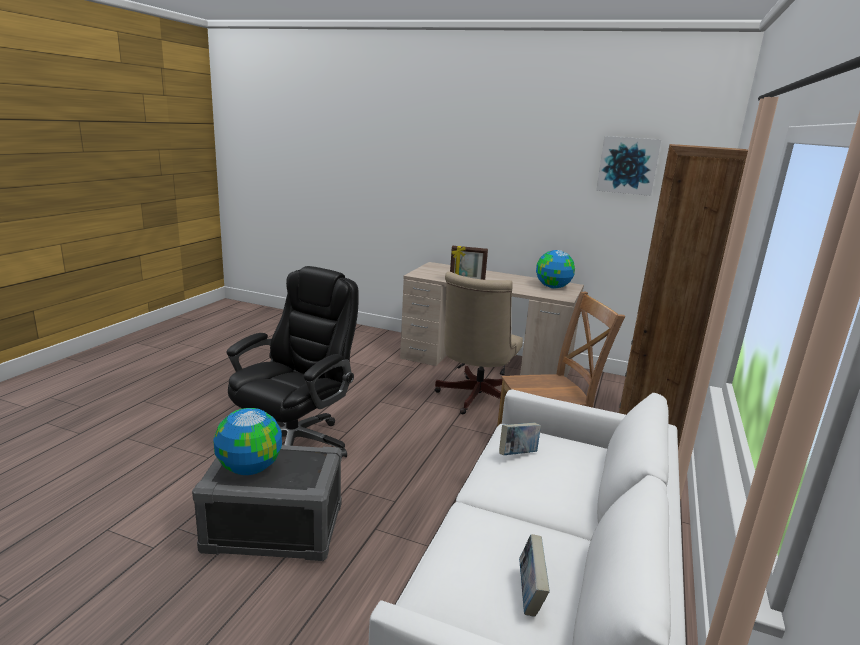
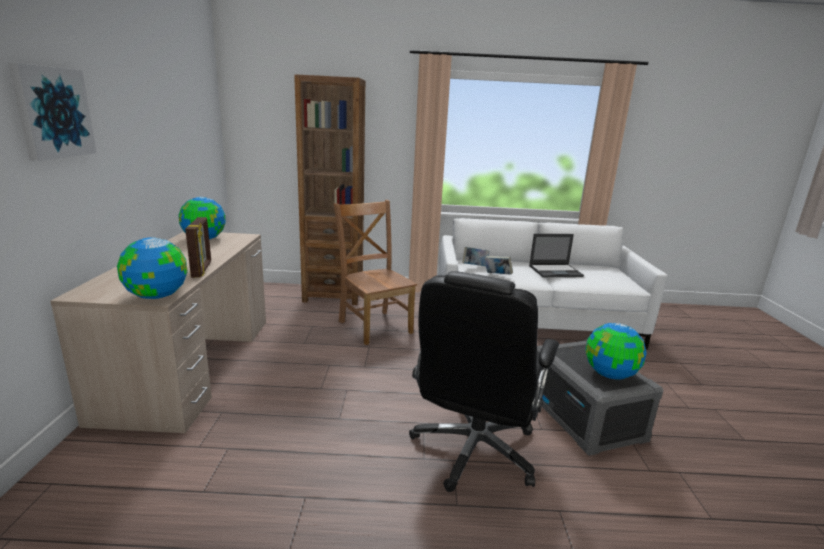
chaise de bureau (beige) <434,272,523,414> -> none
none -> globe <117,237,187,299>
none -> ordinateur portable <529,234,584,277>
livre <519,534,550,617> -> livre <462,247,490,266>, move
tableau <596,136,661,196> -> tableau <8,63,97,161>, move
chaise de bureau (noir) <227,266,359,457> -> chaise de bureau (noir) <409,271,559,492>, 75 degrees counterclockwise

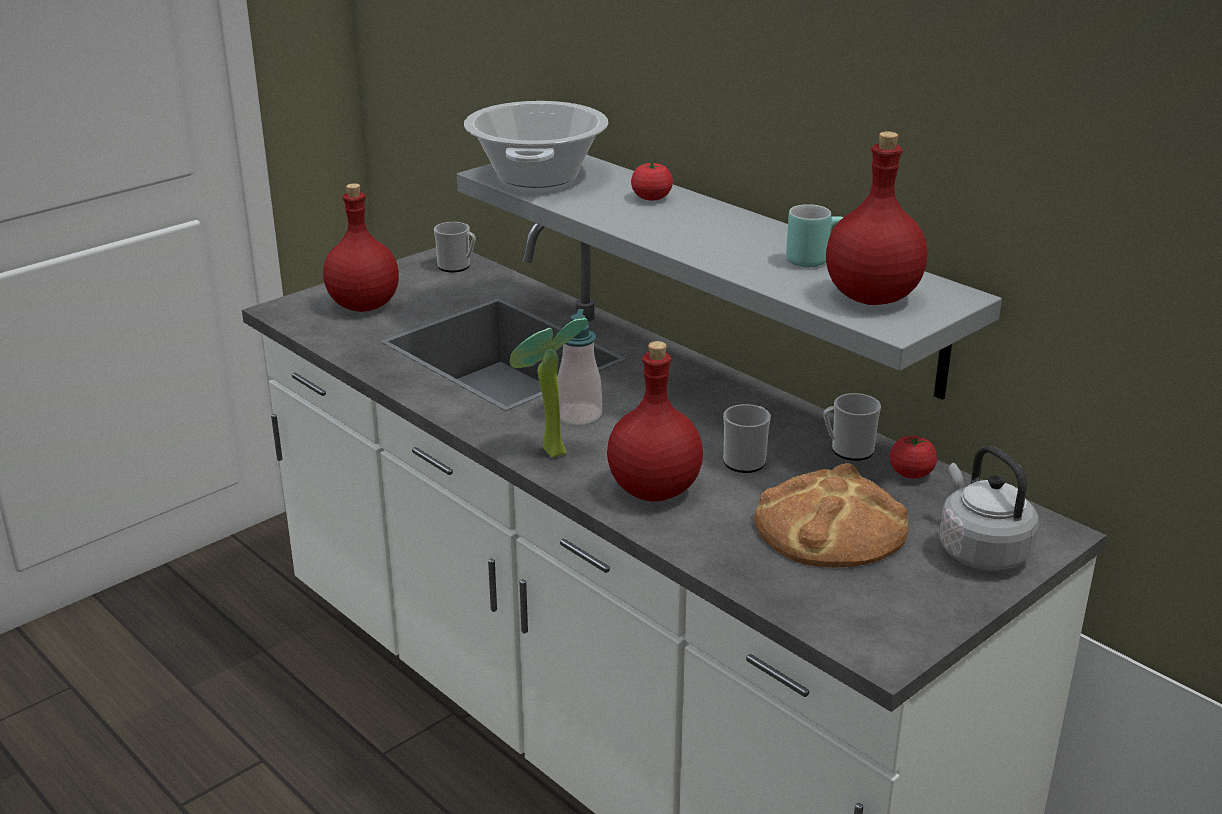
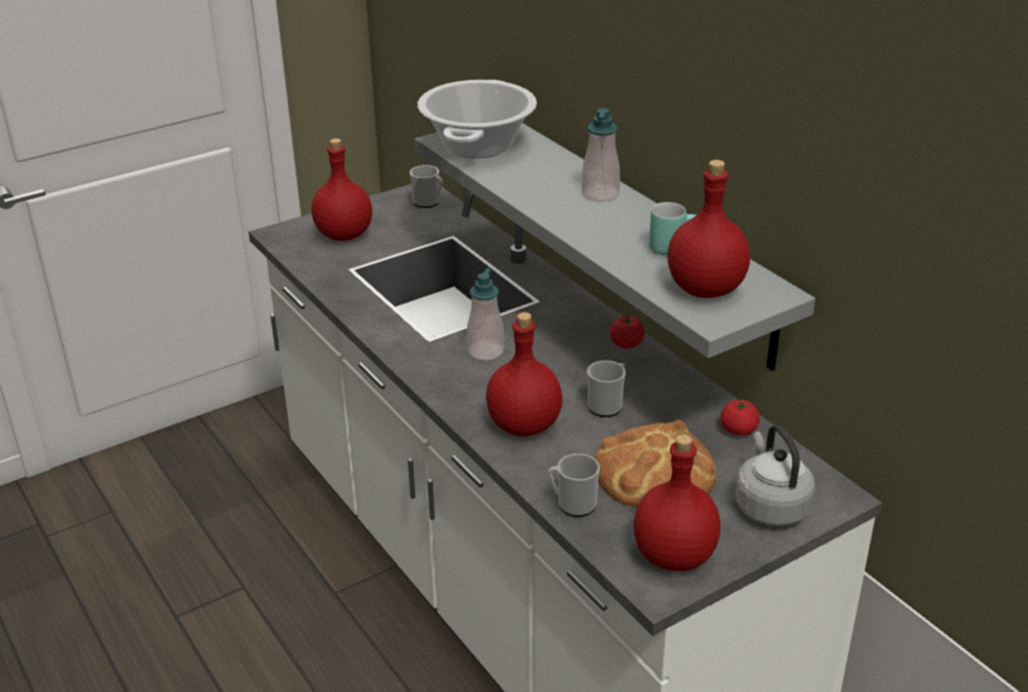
plante en pot <510,318,588,458> -> none
none -> distributeur de savon <581,108,620,202>
none -> bouteille (rouge) <634,434,721,571>
tomate <631,161,673,201> -> tomate <610,316,645,349>, move
mug <823,393,881,461> -> mug <547,454,600,517>, move

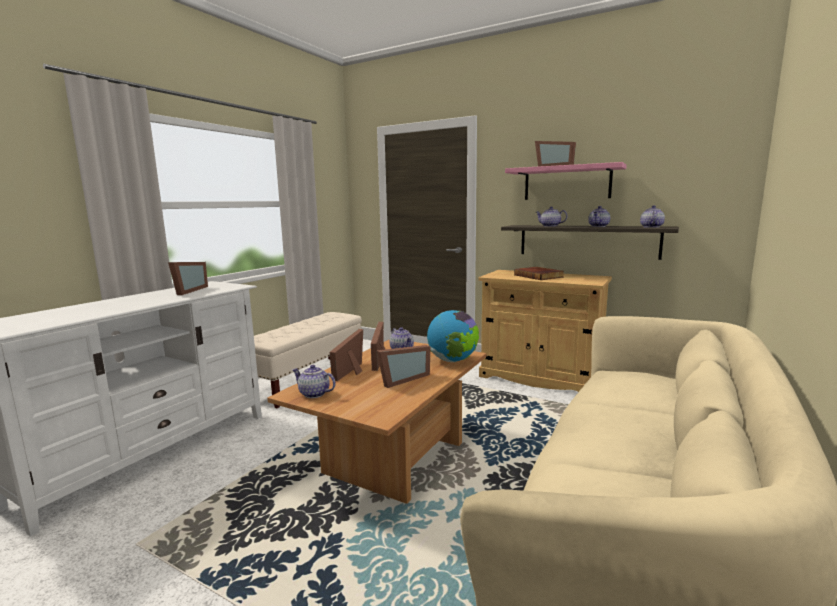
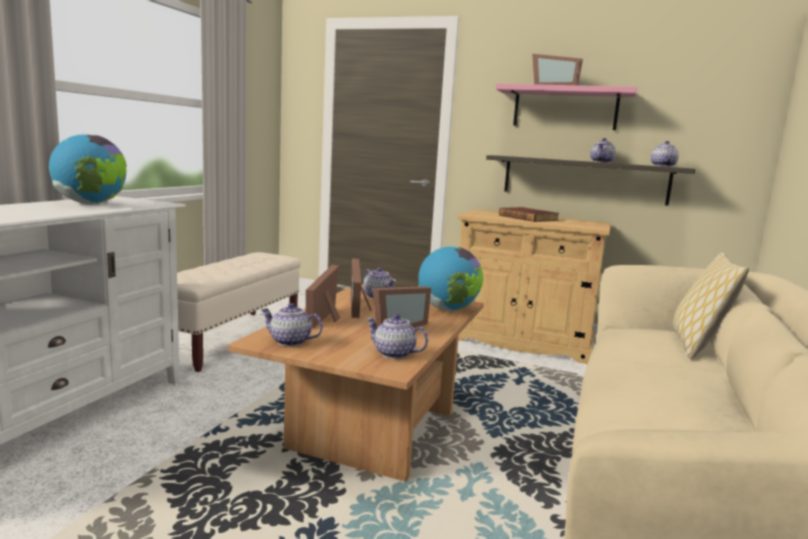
none -> coussin <673,252,749,359>
théière <536,207,568,227> -> théière <366,314,428,359>, move
cadre photo <168,262,208,295> -> globe <49,134,127,205>

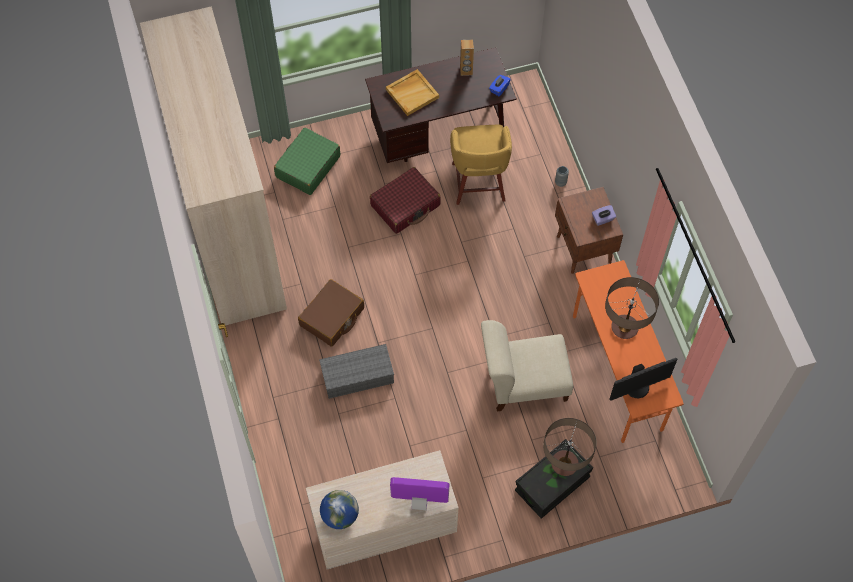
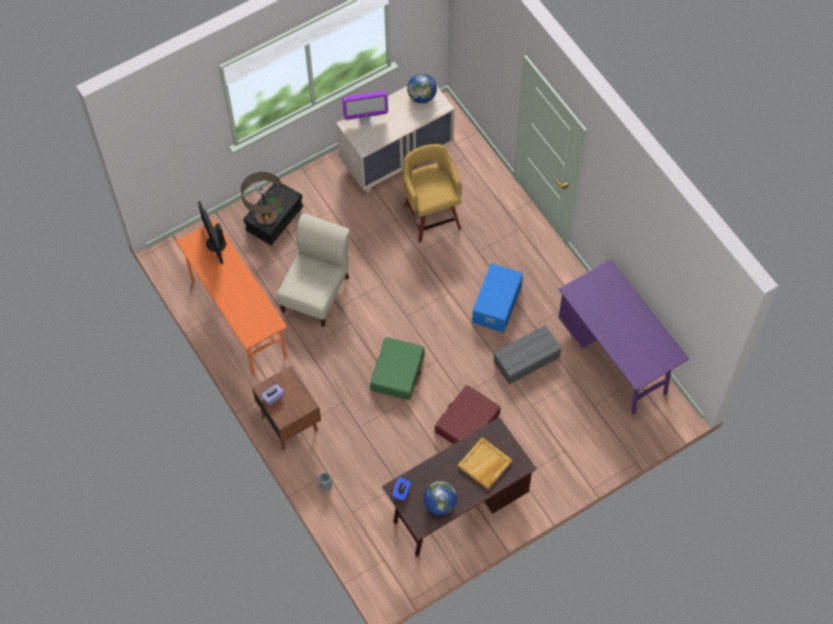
lampe de table <605,277,659,339> -> none
valise (vert) <274,128,340,195> -> valise (vert) <370,337,425,400>, move
boîte de rangement (gris) <319,344,394,399> -> boîte de rangement (gris) <494,325,562,384>, move
tabouret (jaune) <450,125,512,205> -> tabouret (jaune) <403,144,462,243>, move
armoire <140,6,287,325> -> bureau (violet) <558,259,689,414>
valise (marron) <298,279,364,347> -> boîte de rangement (bleu) <472,263,523,333>
enceinte (marron) <460,40,474,76> -> globe <423,481,457,515>
chaise (beige) <481,320,573,412> -> chaise (beige) <276,213,350,327>, 45 degrees counterclockwise
écran d'ordinateur <609,358,677,401> -> écran d'ordinateur <198,201,227,265>, 75 degrees counterclockwise

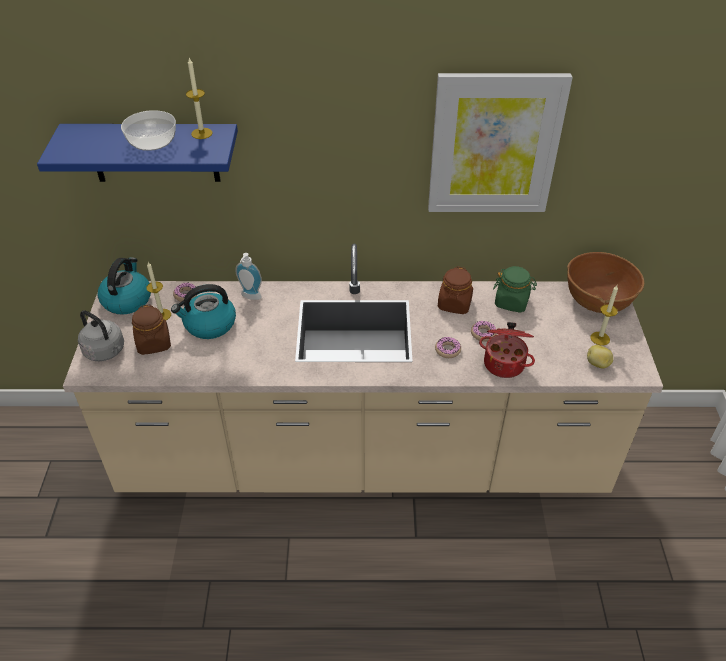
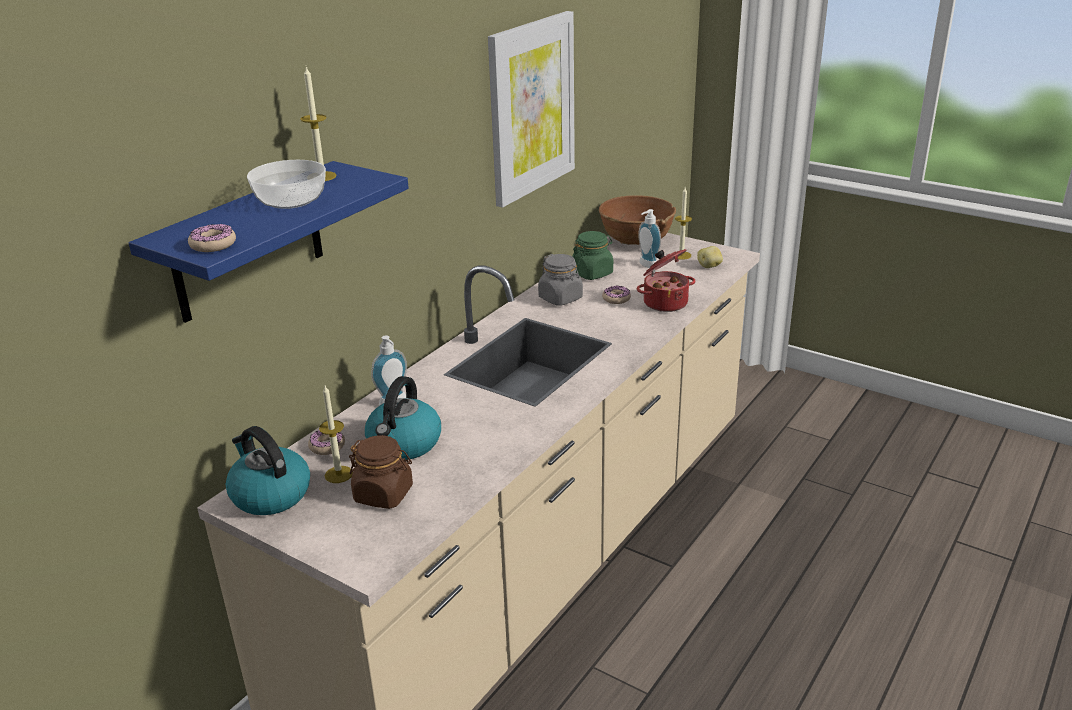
bouilloire (gris) <78,310,124,361> -> none
none -> distributeur de savon <638,209,661,268>
beignet <435,337,461,358> -> beignet <188,223,236,252>, move
bocal (marron) <438,266,473,314> -> bocal (gris) <538,254,583,306>

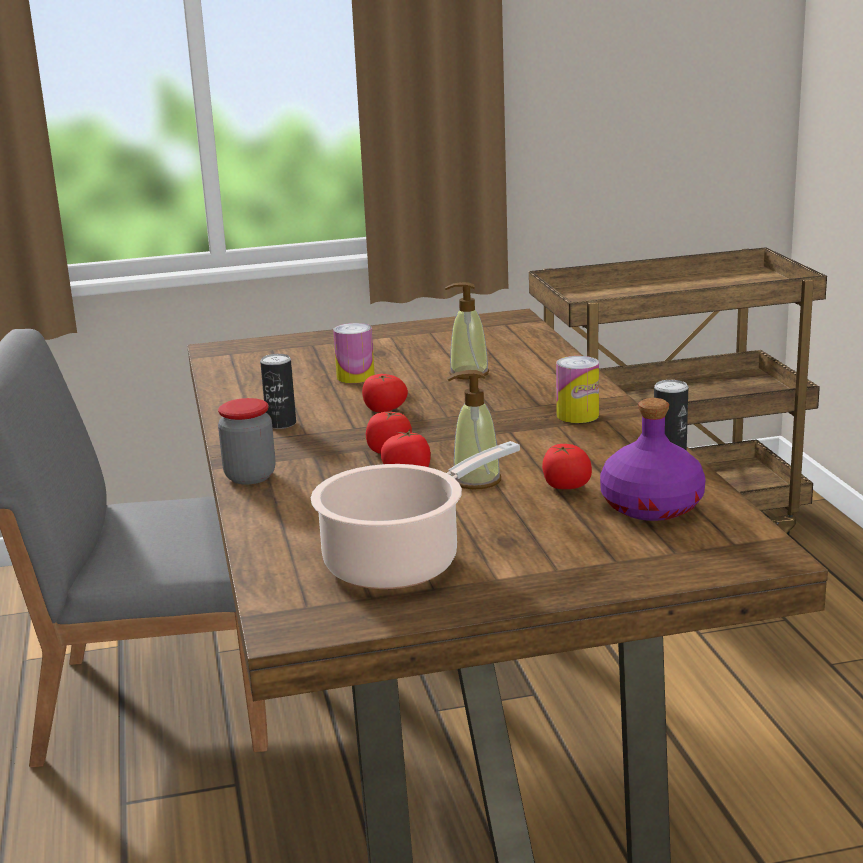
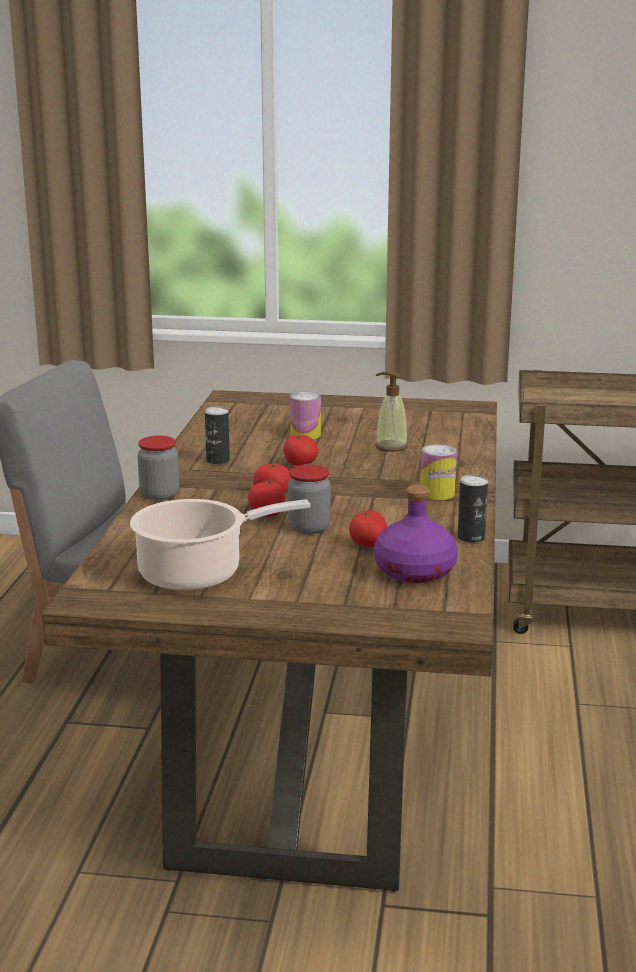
distributeur de savon <447,370,501,489> -> bocal <288,465,331,534>

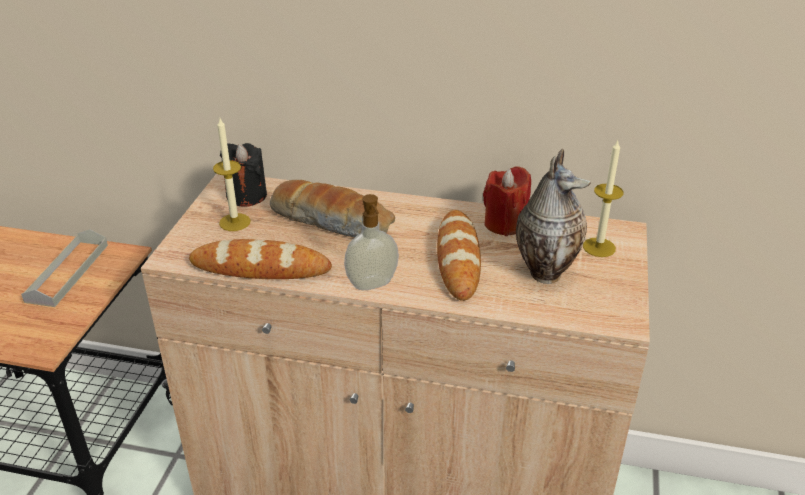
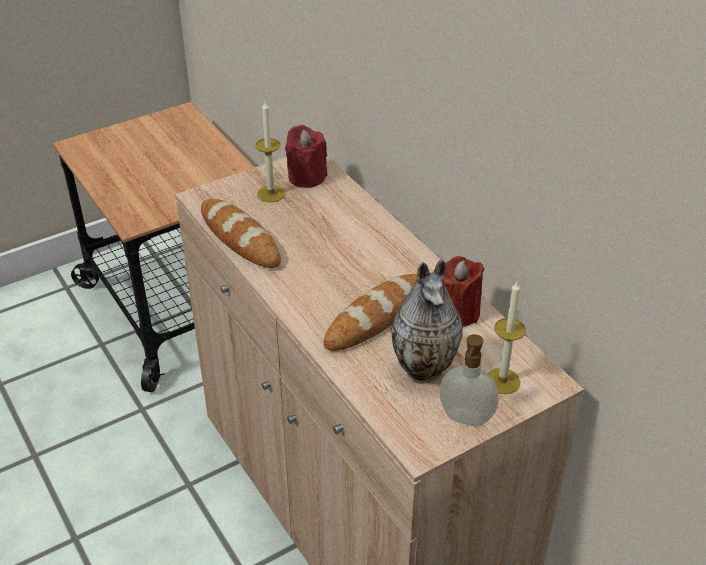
plateau (gris) <21,229,108,307> -> none
pain <270,180,395,238> -> none
distributeur de savon <344,194,399,290> -> distributeur de savon <439,334,499,426>, move
bougie (noir) <220,143,267,207> -> bougie (rouge) <285,125,327,188>

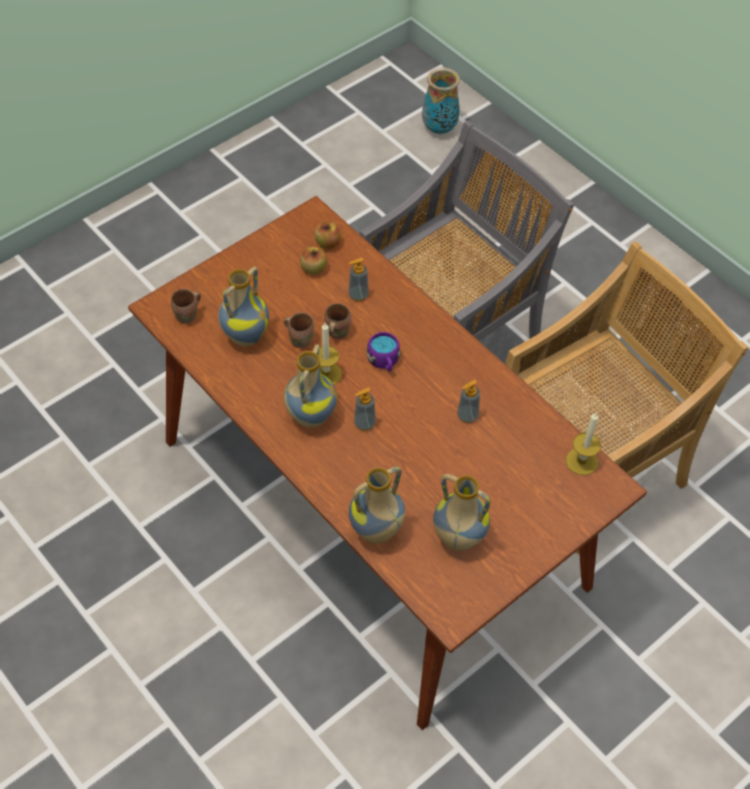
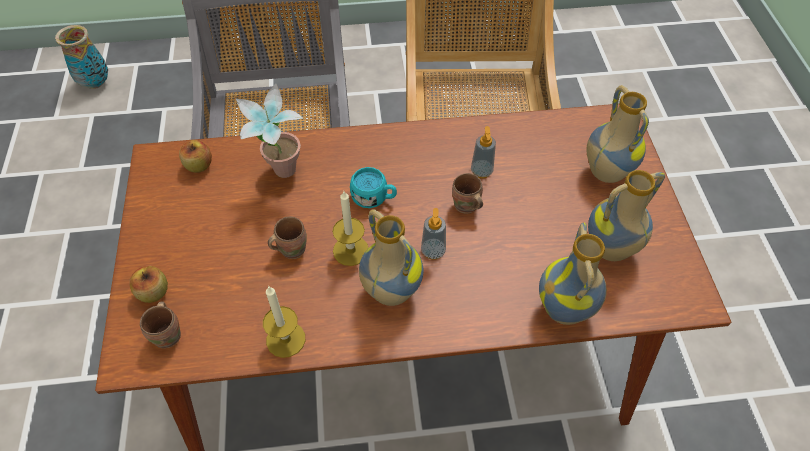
vase <218,266,269,346> -> vase <586,86,649,183>, move
pomme <300,246,327,275> -> pomme <129,265,168,303>, move
mug (marron) <324,303,351,339> -> mug (marron) <452,173,483,214>, move
bougie <566,413,601,475> -> bougie <263,286,305,358>, move
distributeur de savon <348,258,369,302> -> plante en pot <235,83,303,178>
mug (violet) <367,332,400,371> -> mug (turquoise) <350,167,397,208>

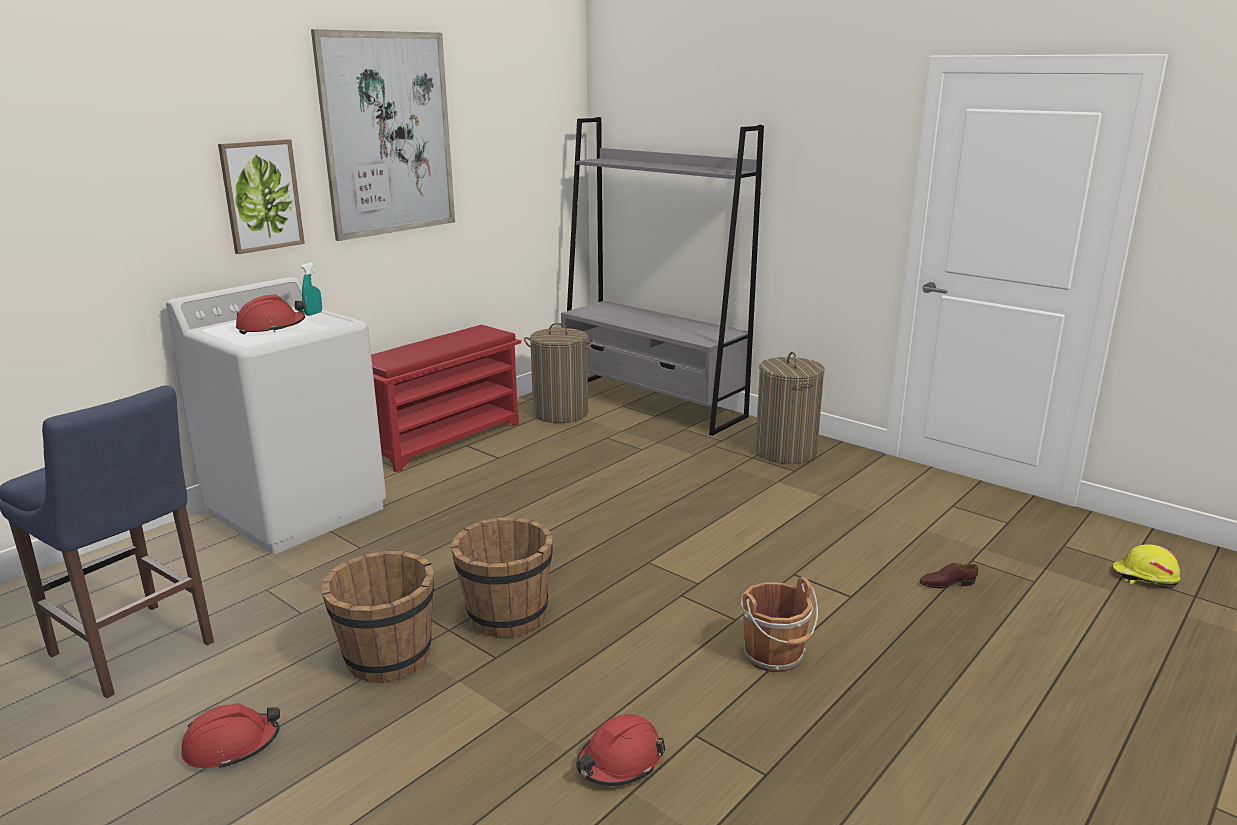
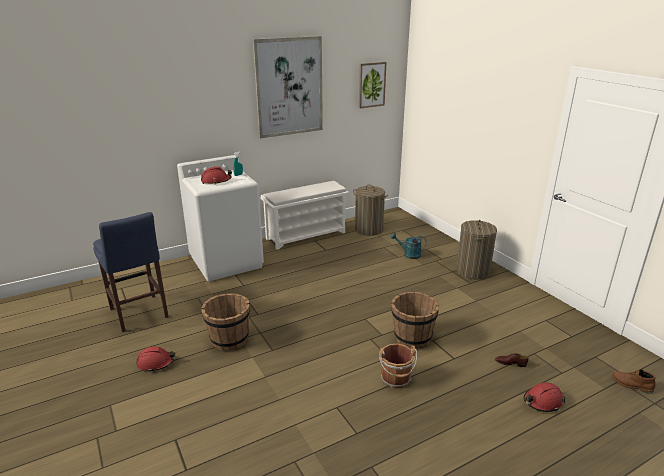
bibliothèque (gris) <561,117,764,436> -> none
none -> arrosoir (turquoise) <391,233,426,259>
tableau <218,139,305,254> -> tableau <359,62,387,108>, move
seau (marron) <451,517,553,638> -> seau (marron) <391,291,439,349>, move
casque de chantier (rouge) <576,714,666,786> -> casque de chantier (rouge) <523,383,565,412>, move
casque de chantier (jaune) <1112,544,1181,586> -> botte (marron) <611,369,656,393>
étagère à chaussures (rouge) <371,325,521,472> -> étagère à chaussures (blanc) <261,181,349,250>

